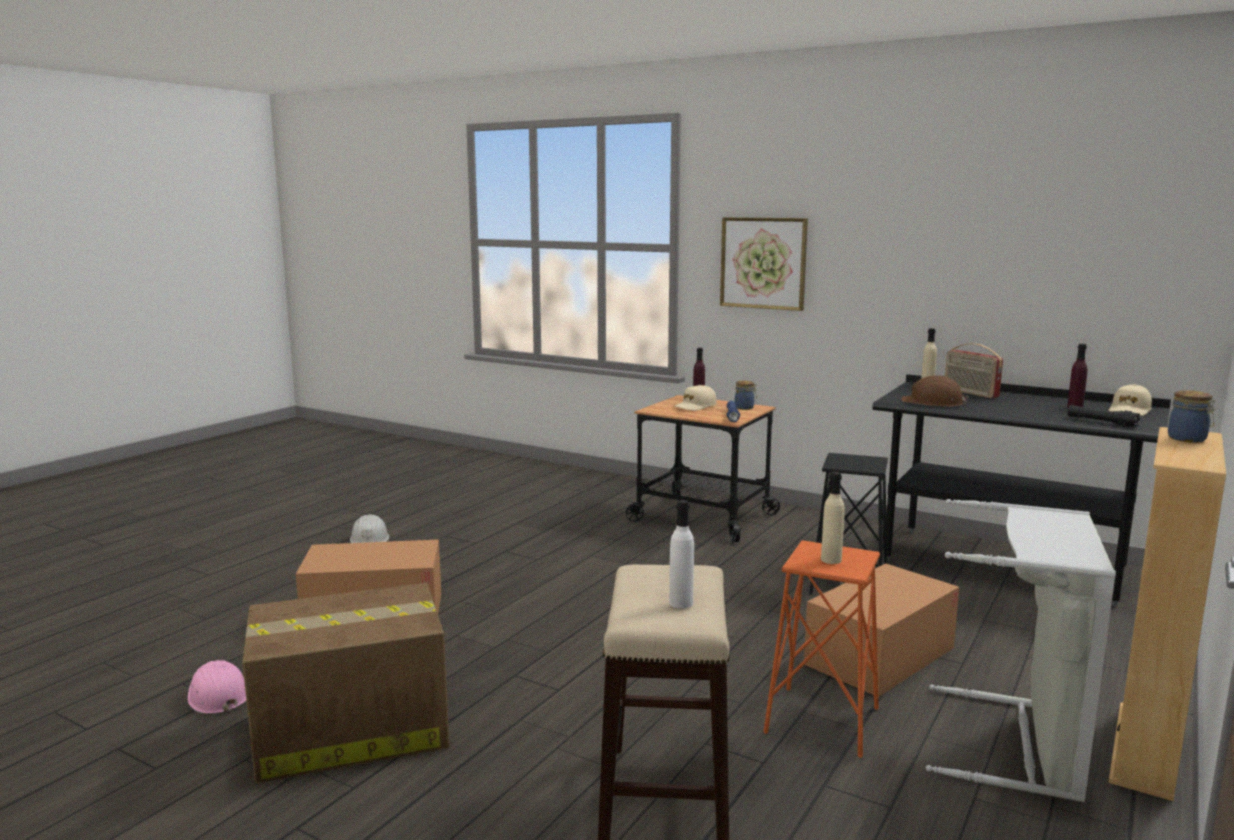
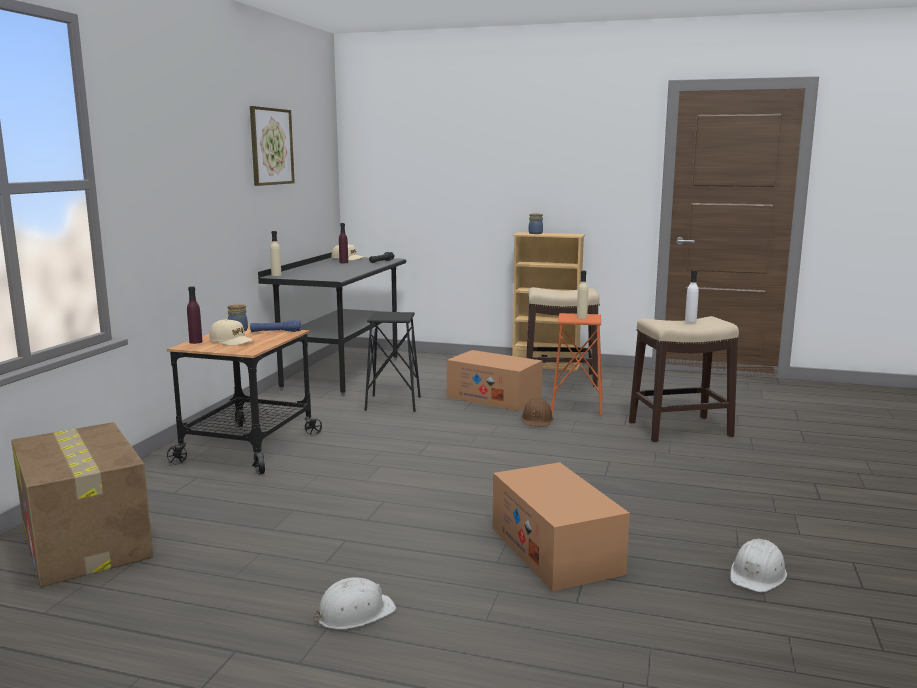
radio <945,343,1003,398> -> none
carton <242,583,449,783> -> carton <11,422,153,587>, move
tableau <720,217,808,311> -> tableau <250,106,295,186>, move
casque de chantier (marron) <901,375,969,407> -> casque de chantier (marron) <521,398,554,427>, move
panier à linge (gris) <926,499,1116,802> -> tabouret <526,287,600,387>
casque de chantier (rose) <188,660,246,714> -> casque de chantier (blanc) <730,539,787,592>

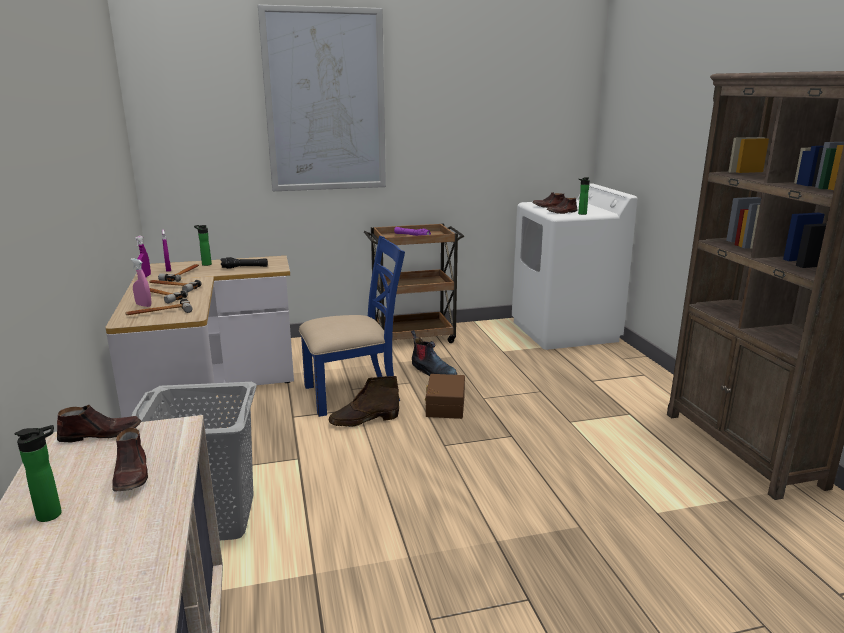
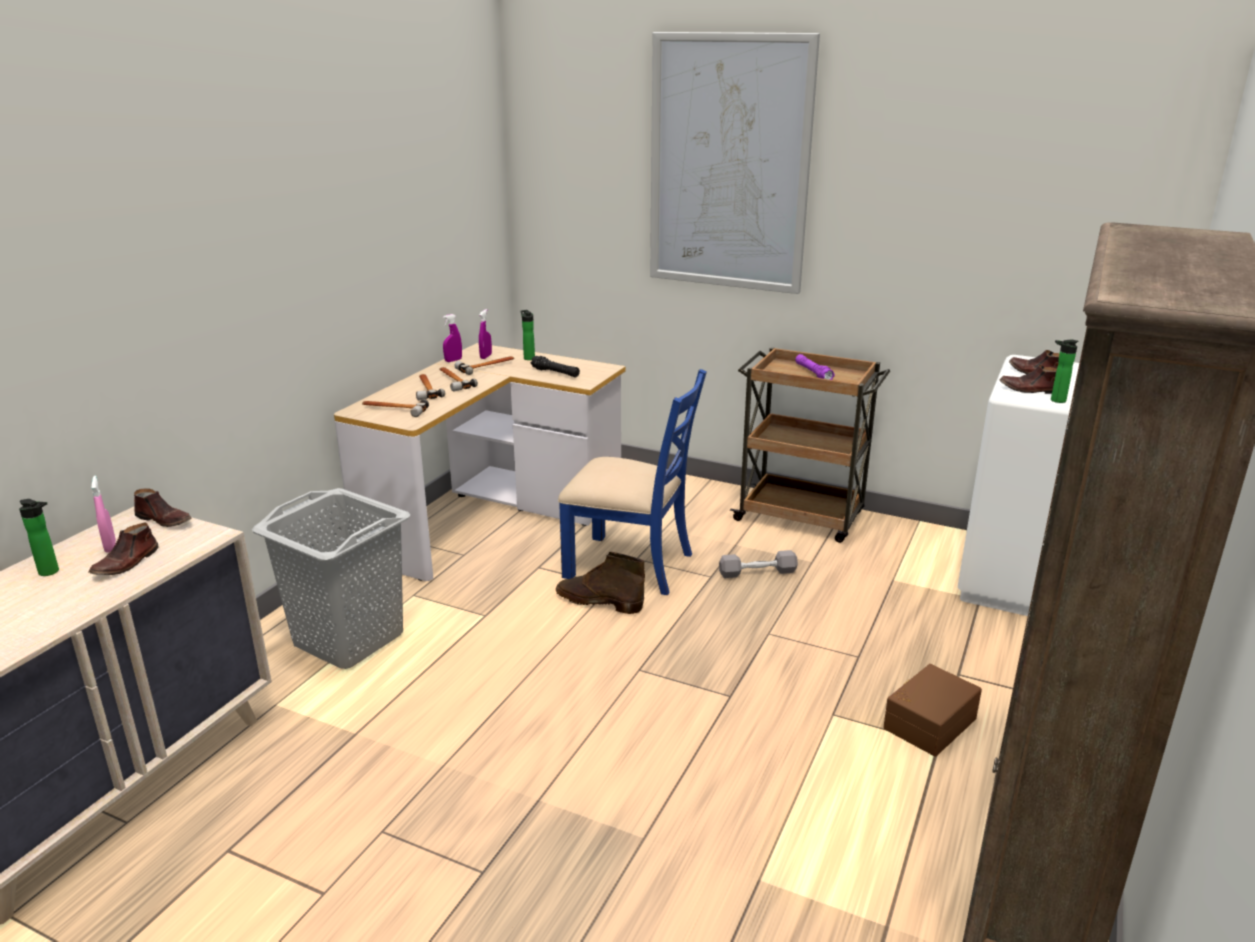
vaporisateur (rose) <130,258,151,307> -> vaporisateur (rose) <91,476,116,553>, move
boîte de rangement (marron) <425,374,465,419> -> boîte de rangement (marron) <883,664,982,756>, move
botte <411,330,457,376> -> haltère (gris) <719,550,798,578>

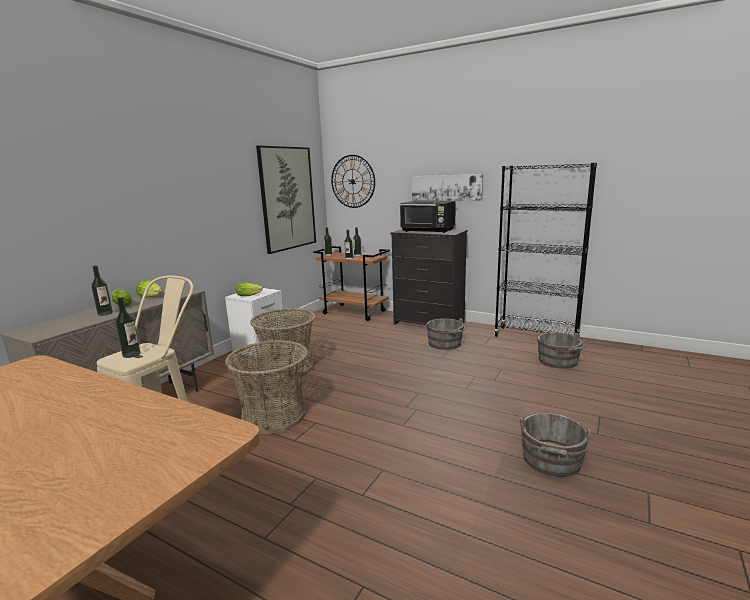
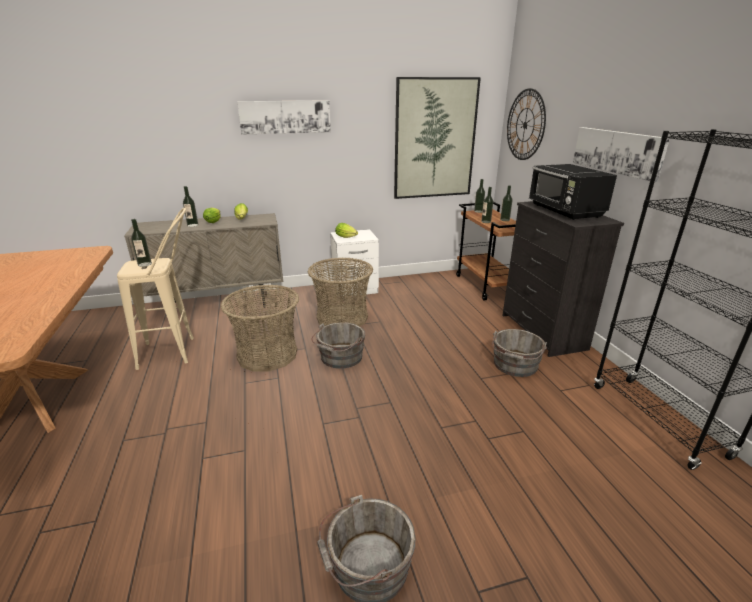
none -> tableau <237,100,331,135>
seau (gris) <537,332,588,369> -> seau (gris) <311,322,365,369>, move

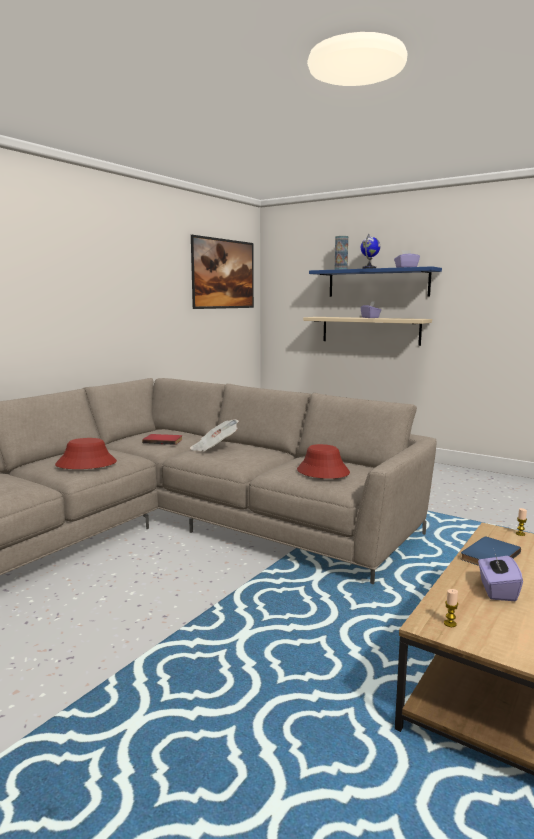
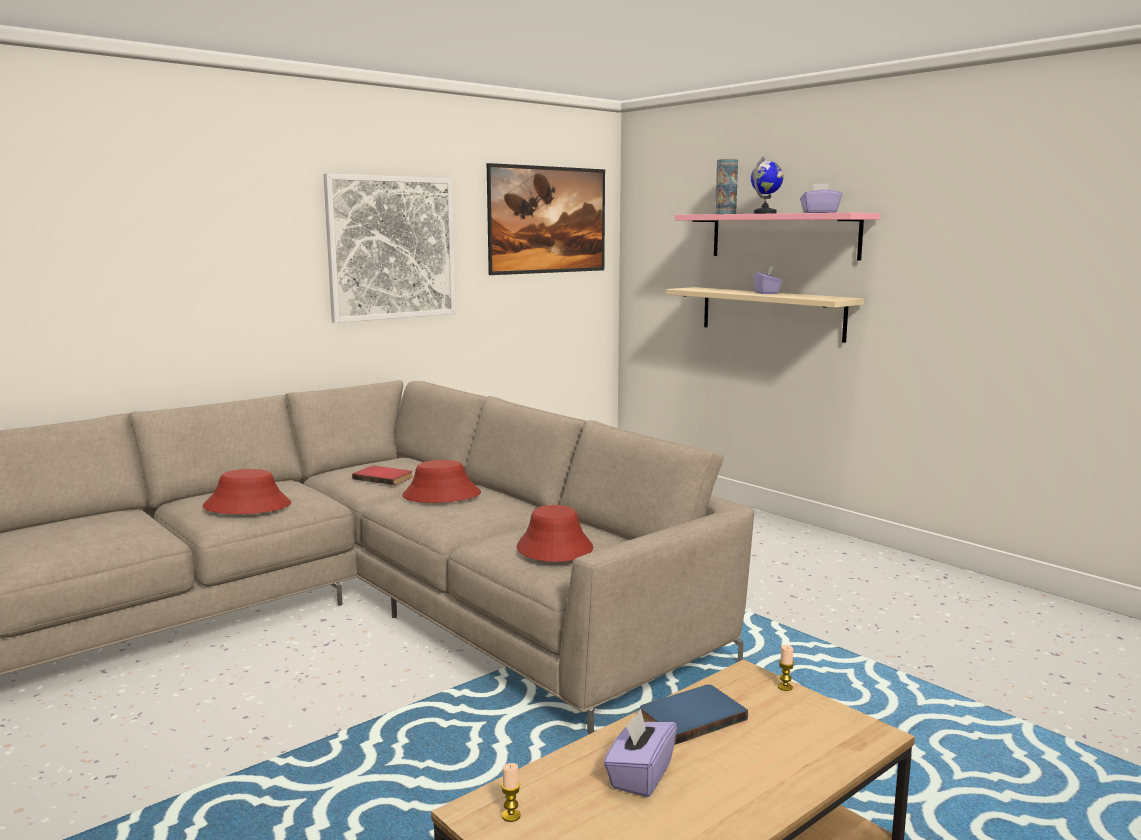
none -> tableau <323,173,456,323>
journal <190,419,239,452> -> chapeau (rouge) <402,460,481,503>
étagère (bleu) <309,266,442,297> -> étagère (rose) <675,213,880,261>

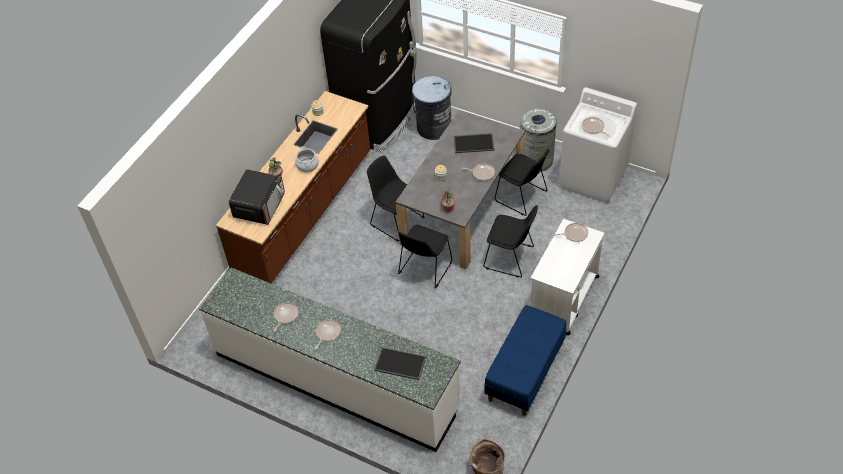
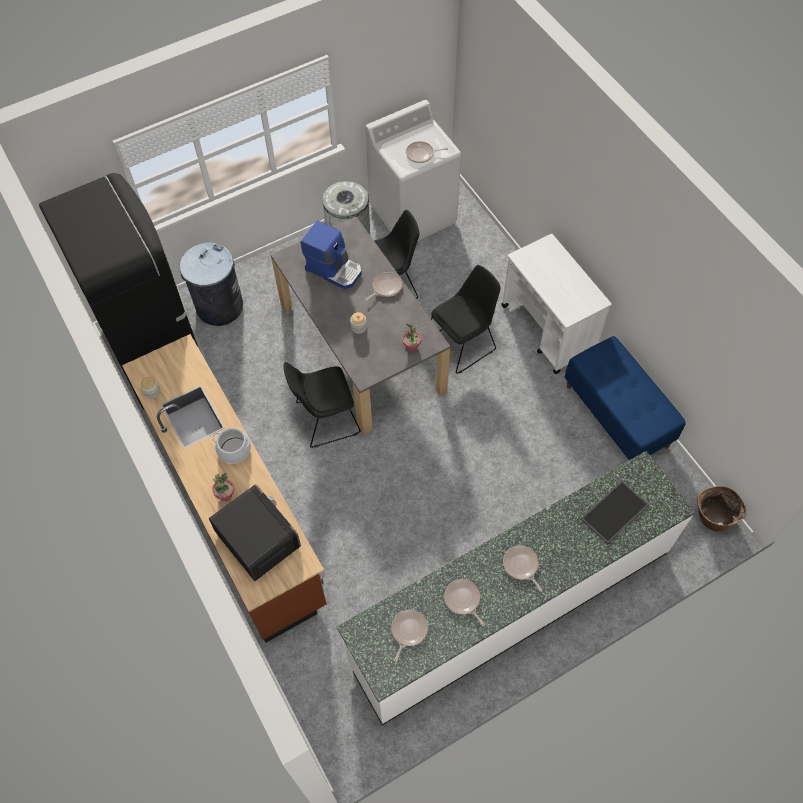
chaise (noir) <398,225,452,288> -> none
poêle <553,223,588,242> -> poêle <391,609,428,662>, move
plateau <454,133,494,153> -> machine à café <301,220,362,289>

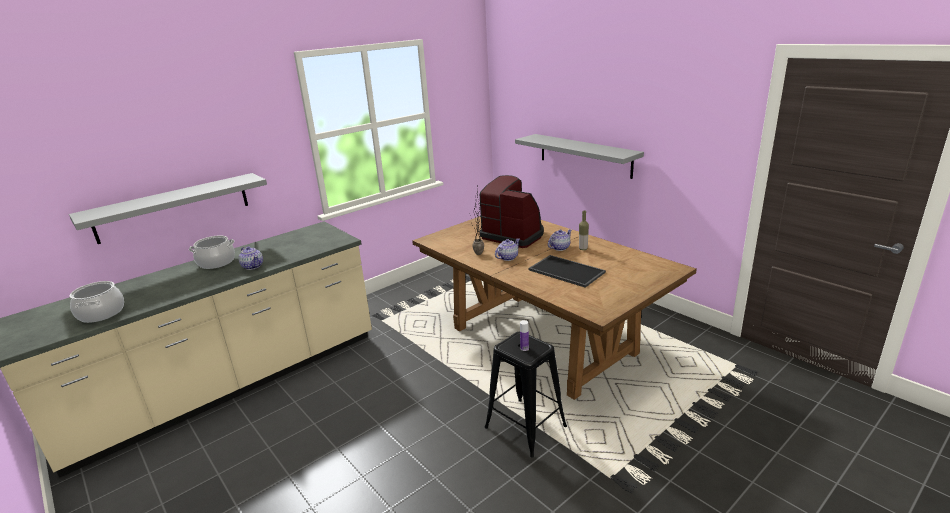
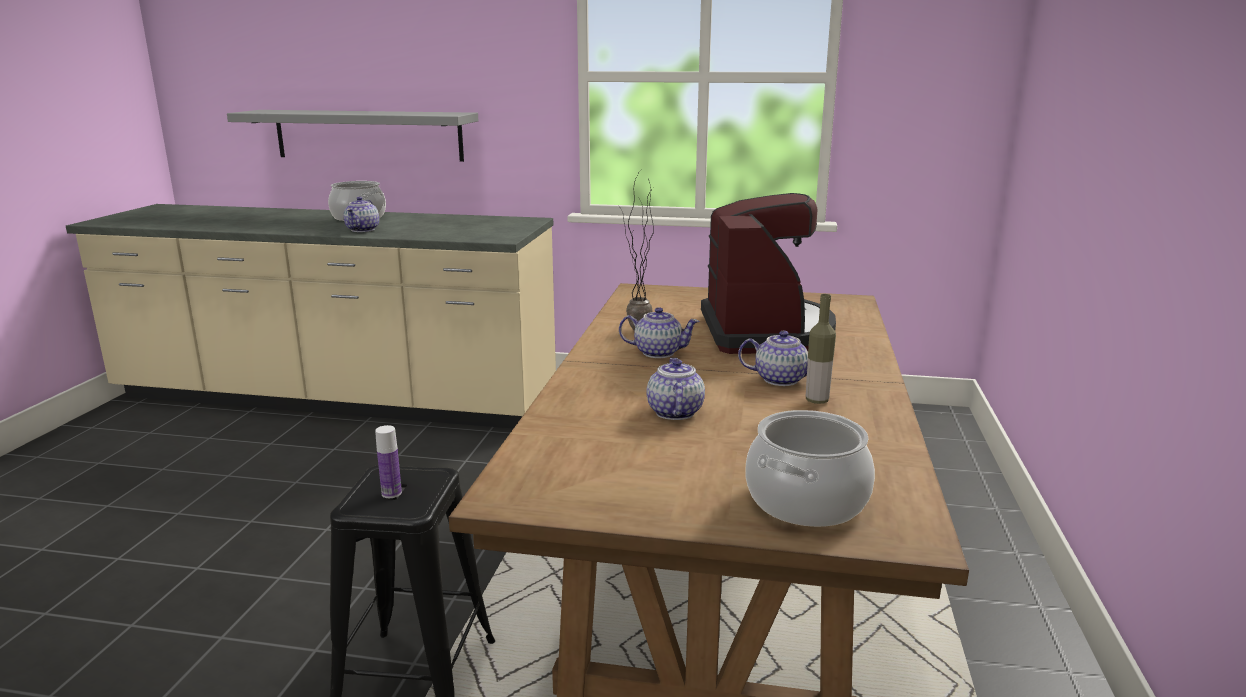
étagère (gris) <515,134,644,179> -> none
marmite <70,281,124,323> -> marmite <745,410,875,527>, move
plateau <529,255,606,288> -> théière <646,358,705,420>

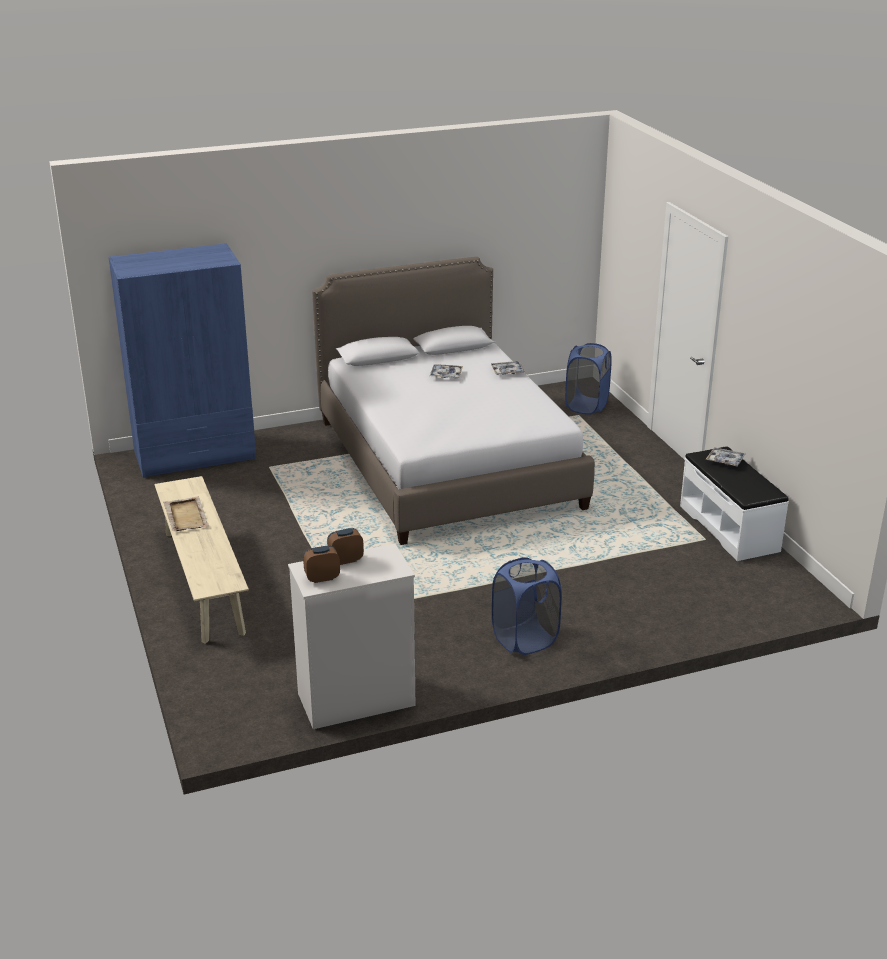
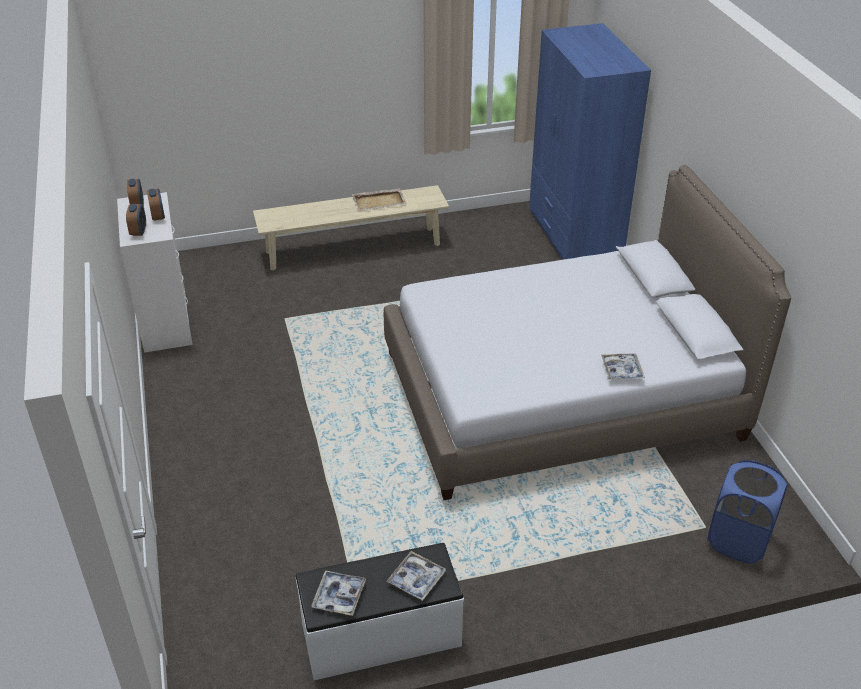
panier à linge (bleu) <492,557,562,655> -> none
none -> réveil <126,204,146,236>
plateau <429,365,463,378> -> plateau <312,570,366,616>, move

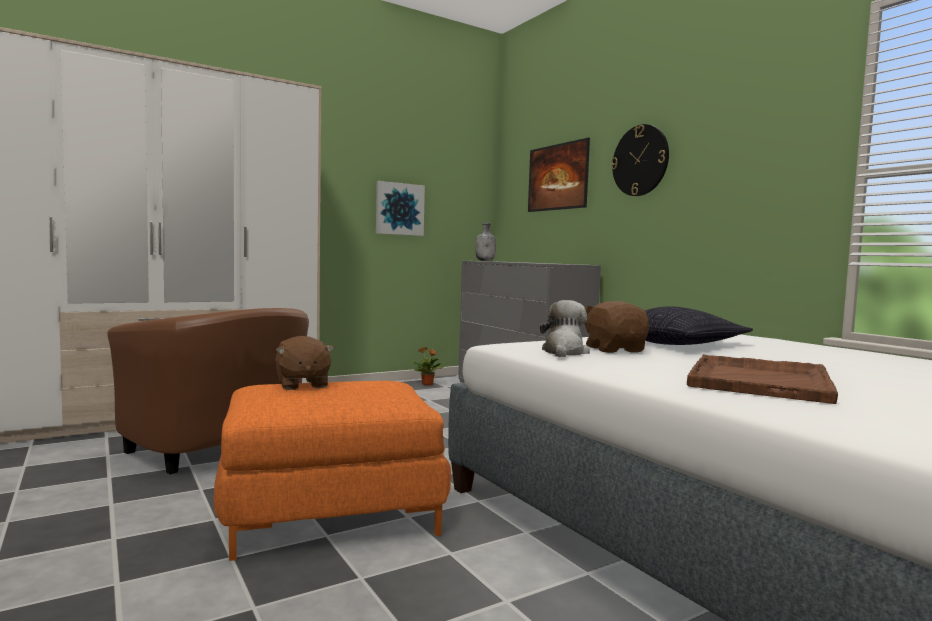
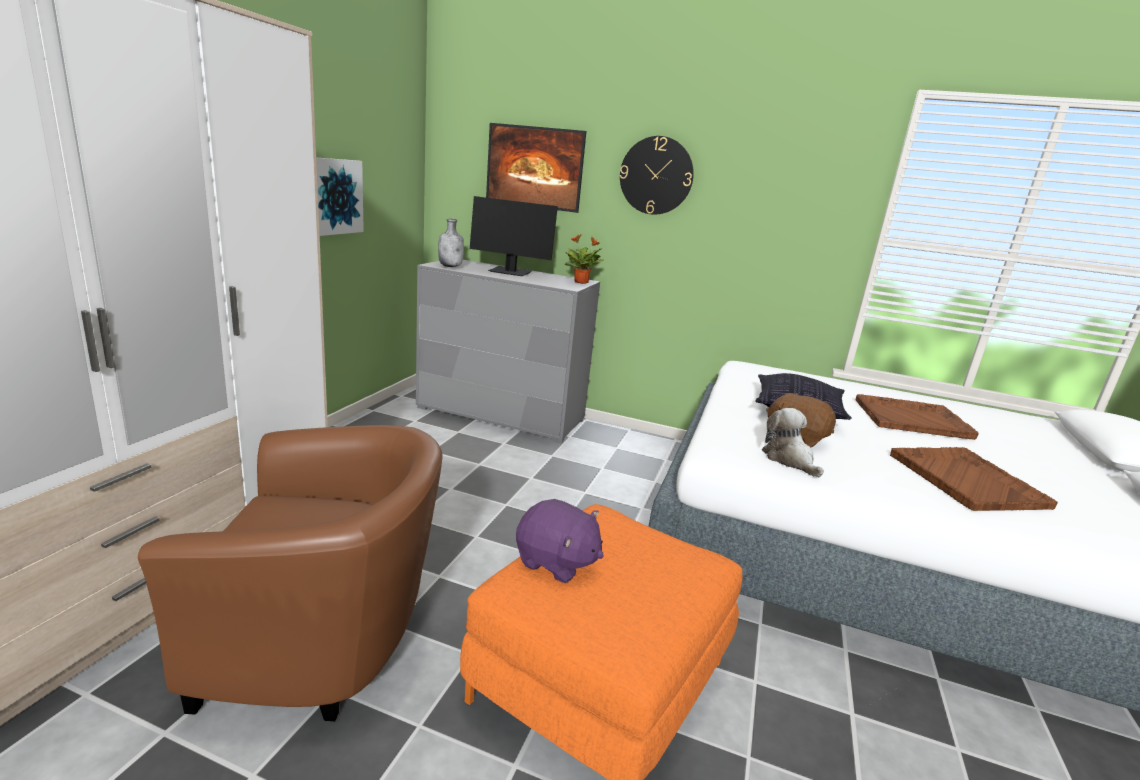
none -> écran d'ordinateur <470,196,558,276>
none -> plateau (marron) <856,394,979,440>
plante en pot <412,347,444,385> -> plante en pot <564,234,603,284>, move
peluche (marron) <275,336,334,390> -> peluche (violet) <516,499,604,583>

